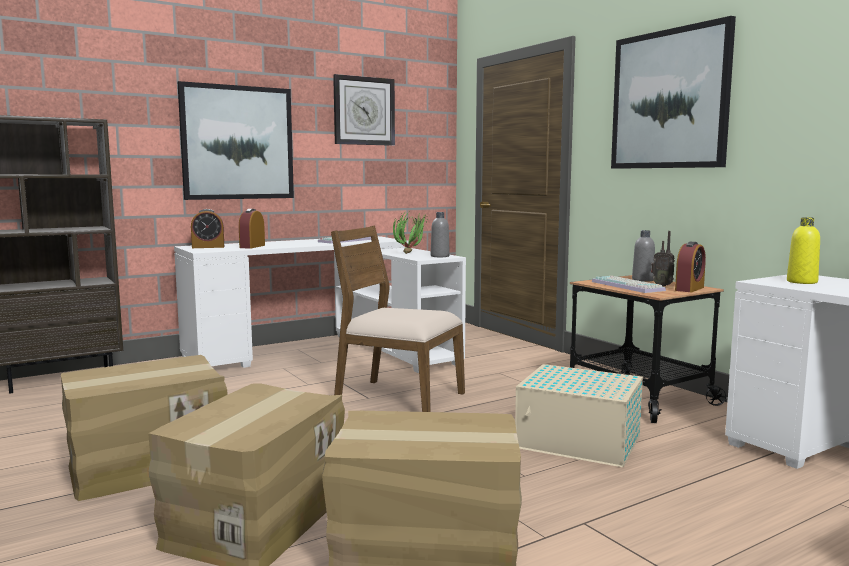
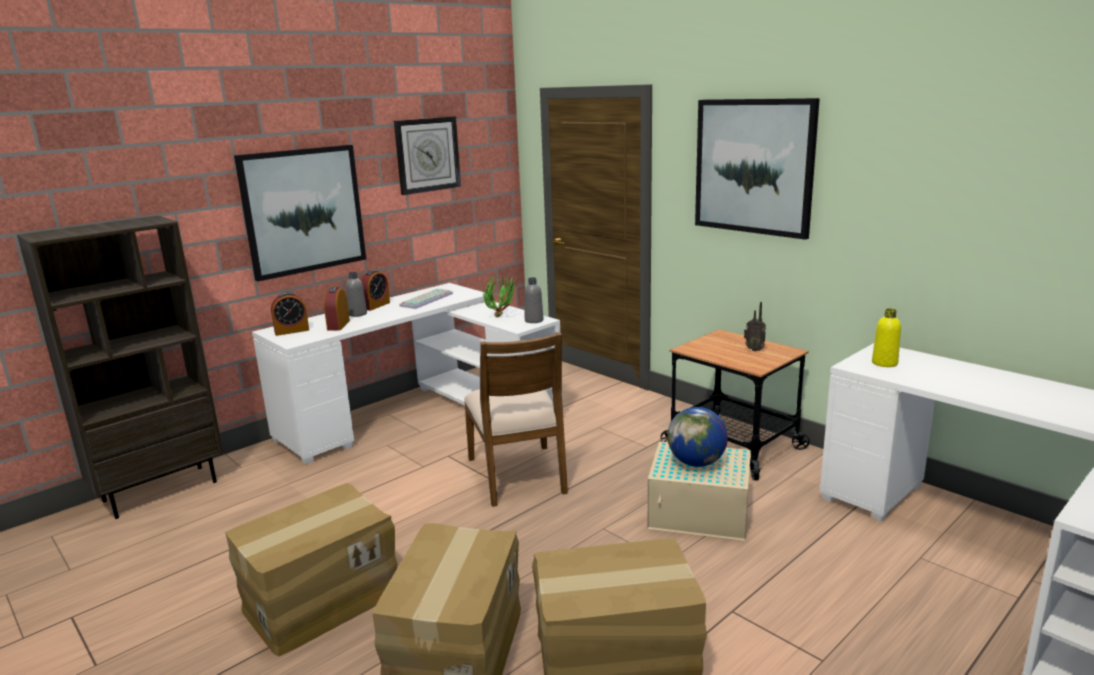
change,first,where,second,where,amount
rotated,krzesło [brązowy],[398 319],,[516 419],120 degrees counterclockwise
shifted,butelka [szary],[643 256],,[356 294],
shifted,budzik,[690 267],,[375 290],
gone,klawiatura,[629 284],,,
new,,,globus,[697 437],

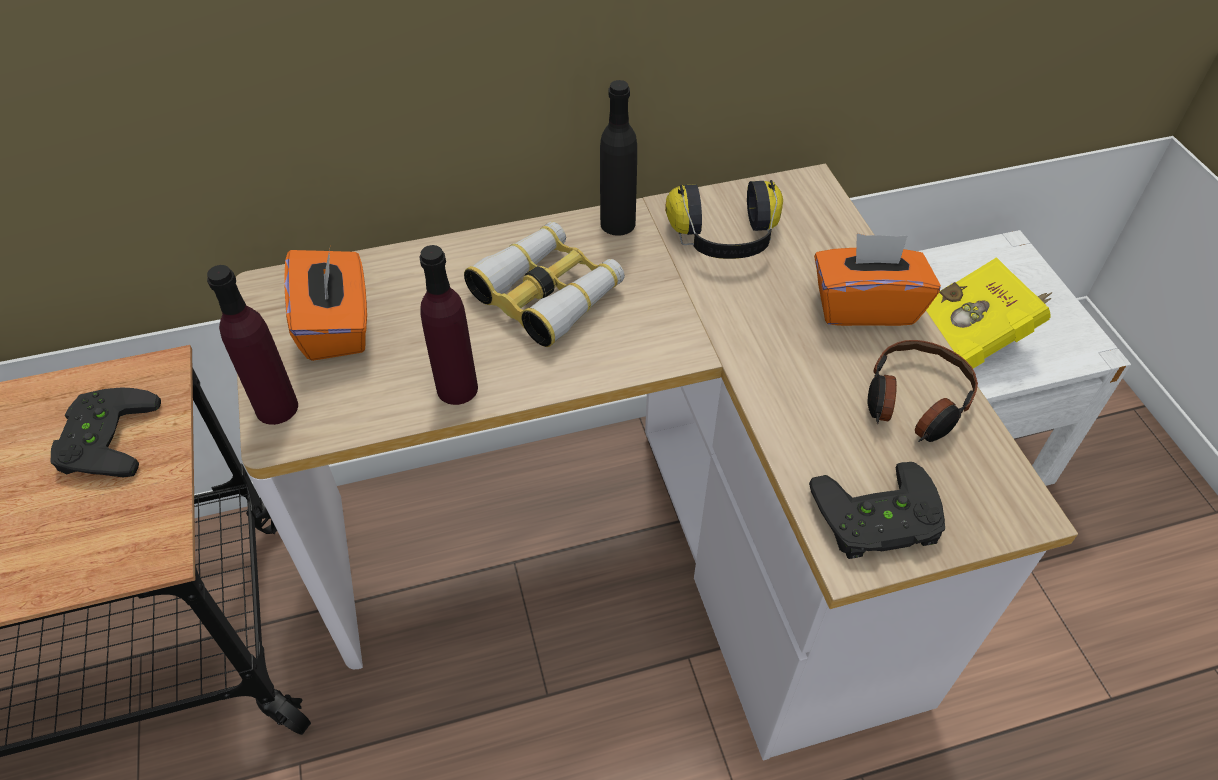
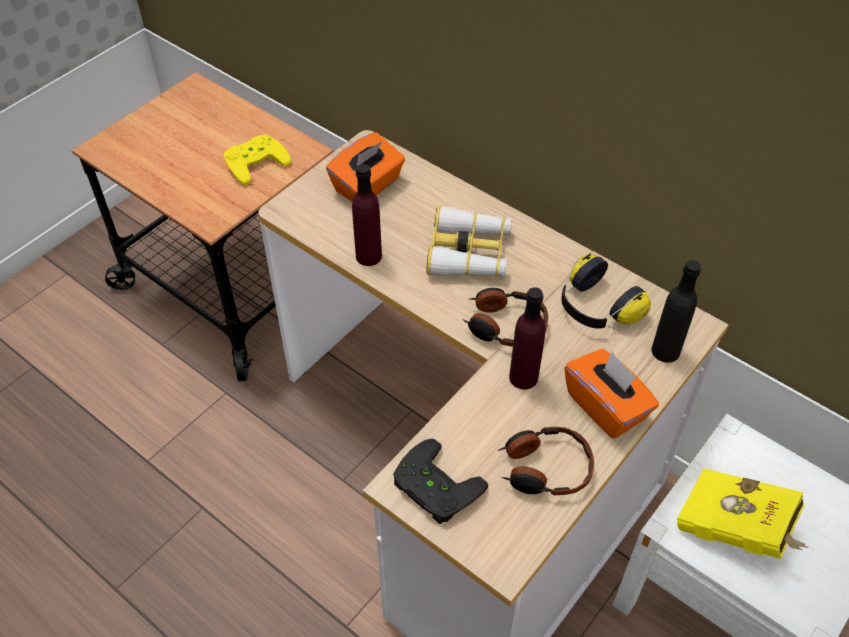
change,first,where,second,where,amount
shifted,butelka [czarny],[618 158],,[676 311],
shifted,butelka [fioletowy],[252 345],,[527 338],
repainted,pad do gier [czarny],[106 432],pad do gier [żółty],[257 159],
new,,,słuchawki,[505 317],

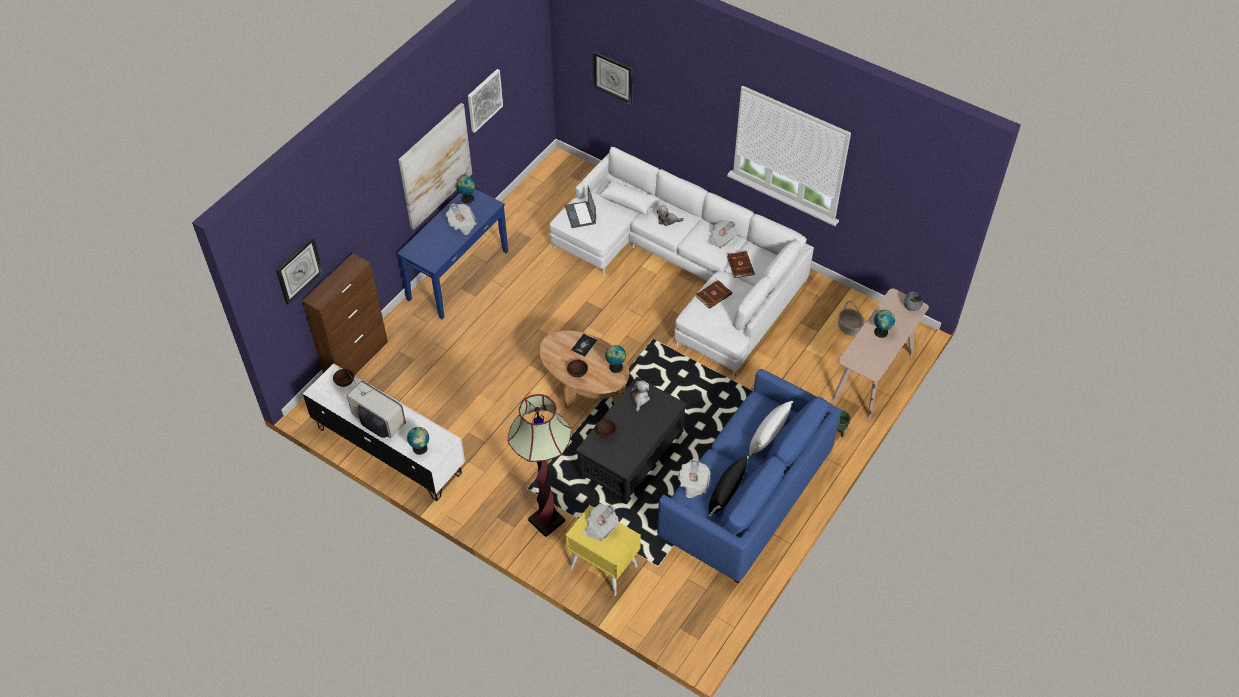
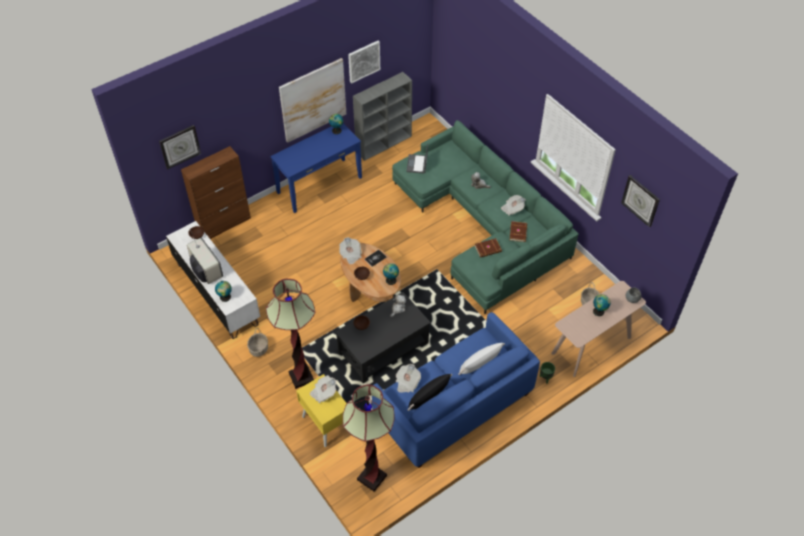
change,first,where,second,where,amount
shifted,zegar ścienny,[613 77],,[640 201],
repainted,kanapa [biały],[682 262],kanapa [zielony],[485 217],
gone,poduszka [biały],[628 197],,,
shifted,gazeta,[461 219],,[350 250],
new,,,regał [szary],[382 116],
new,,,koszyk,[257 342],
new,,,lampa stojąca,[368 438],

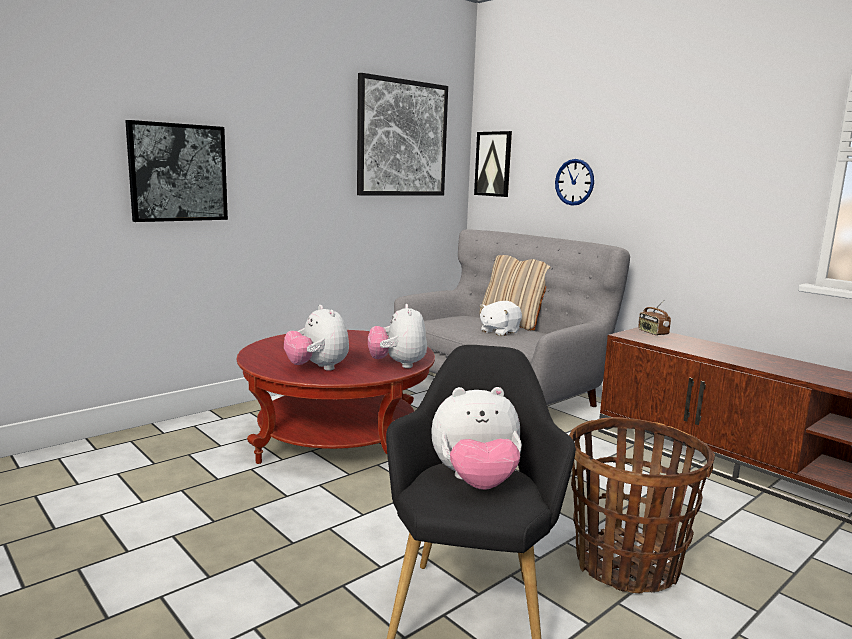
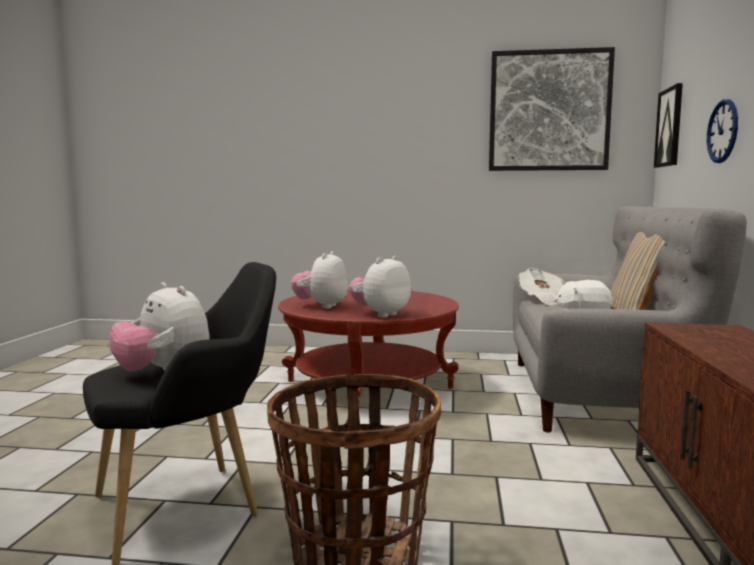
change,first,where,second,where,amount
gone,obraz,[176 171],,,
gone,radio,[654 317],,,
new,,,gazeta,[541 286],

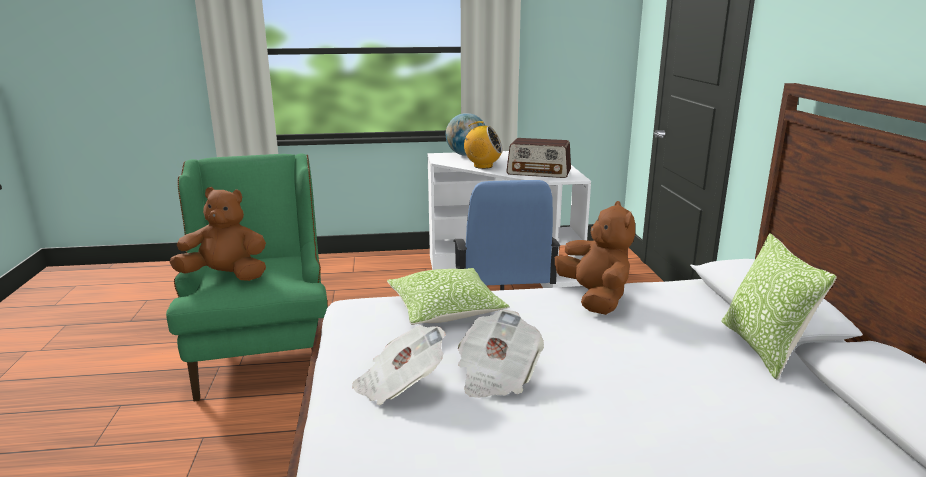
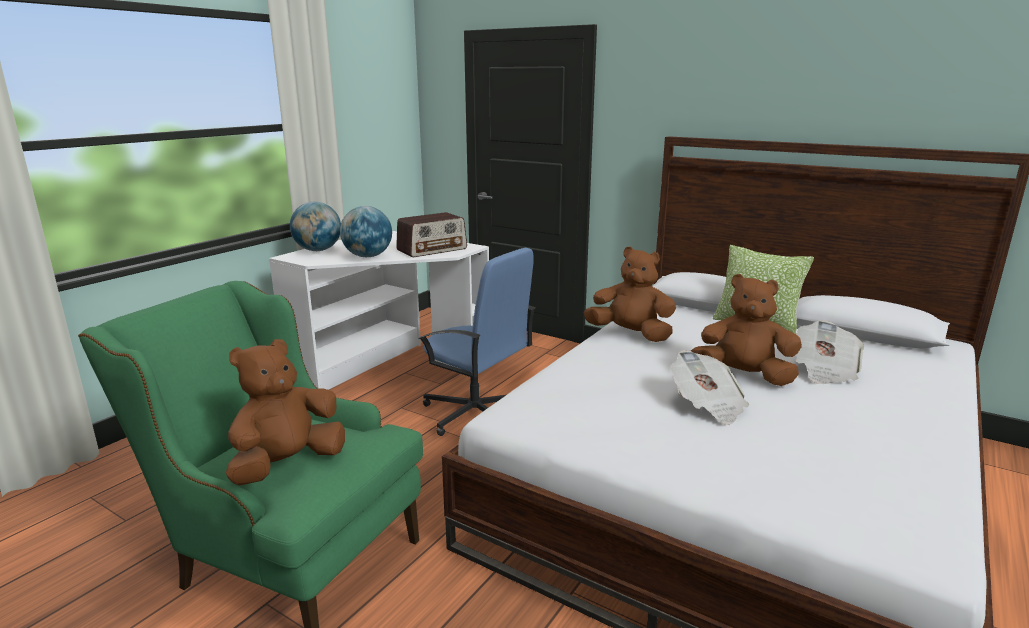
change,first,where,second,where,amount
swapped,radio,[482 145],globus,[366 231],
gone,poduszka,[448 296],,,
shifted,gazeta,[399 365],,[830 352],
new,,,pluszak [brązowy],[746 330],

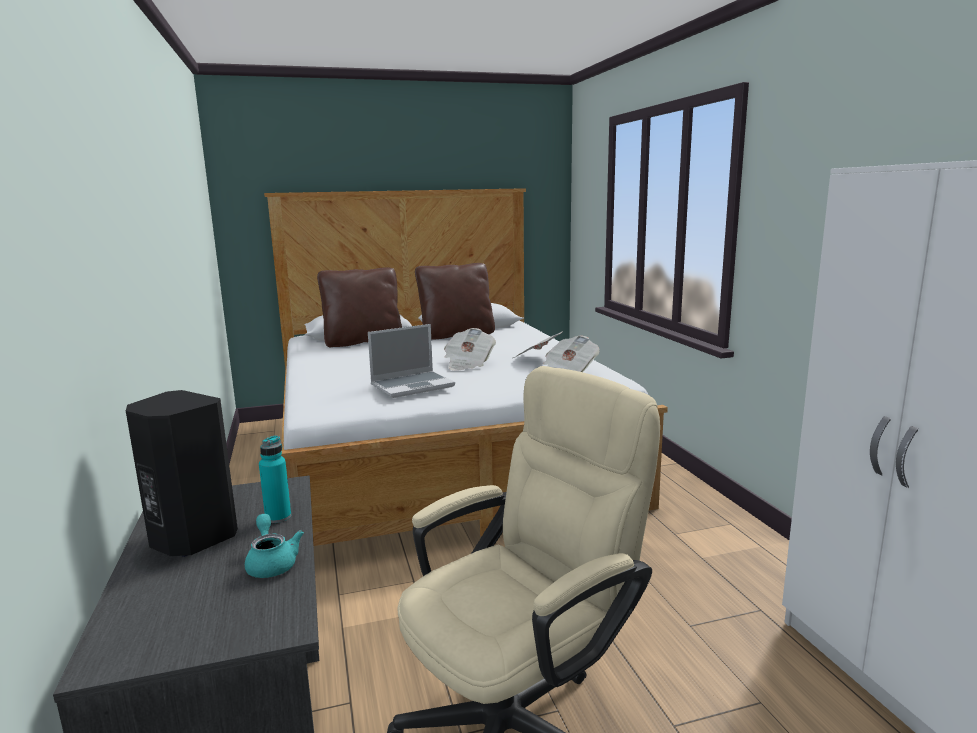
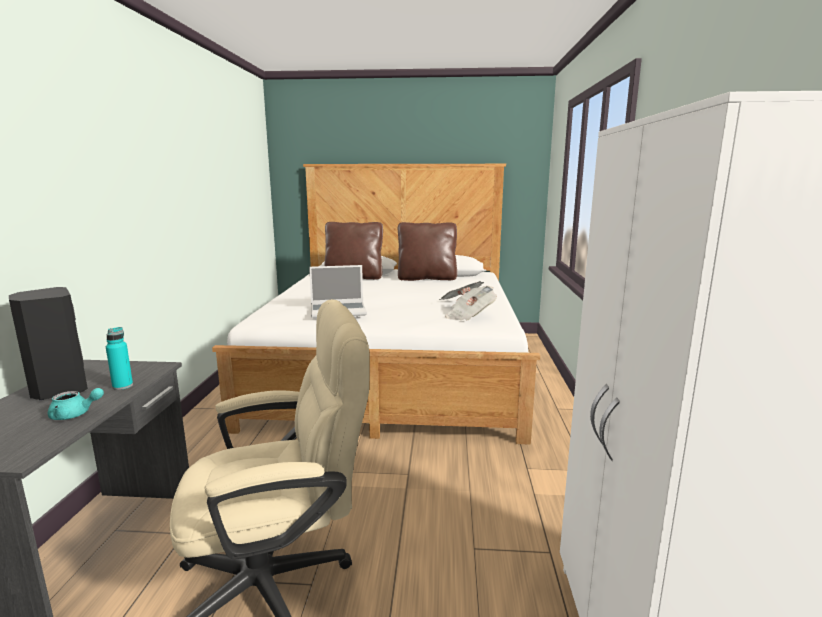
change,first,where,second,where,amount
gone,gazeta,[470 349],,,
rotated,imbryk [turkusowy],[274 546],,[76 404],90 degrees clockwise

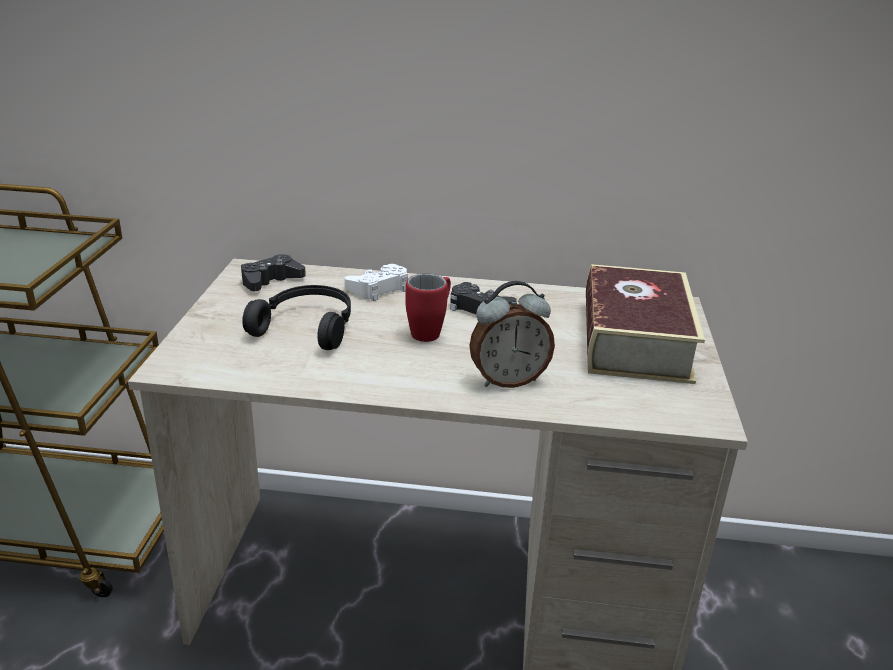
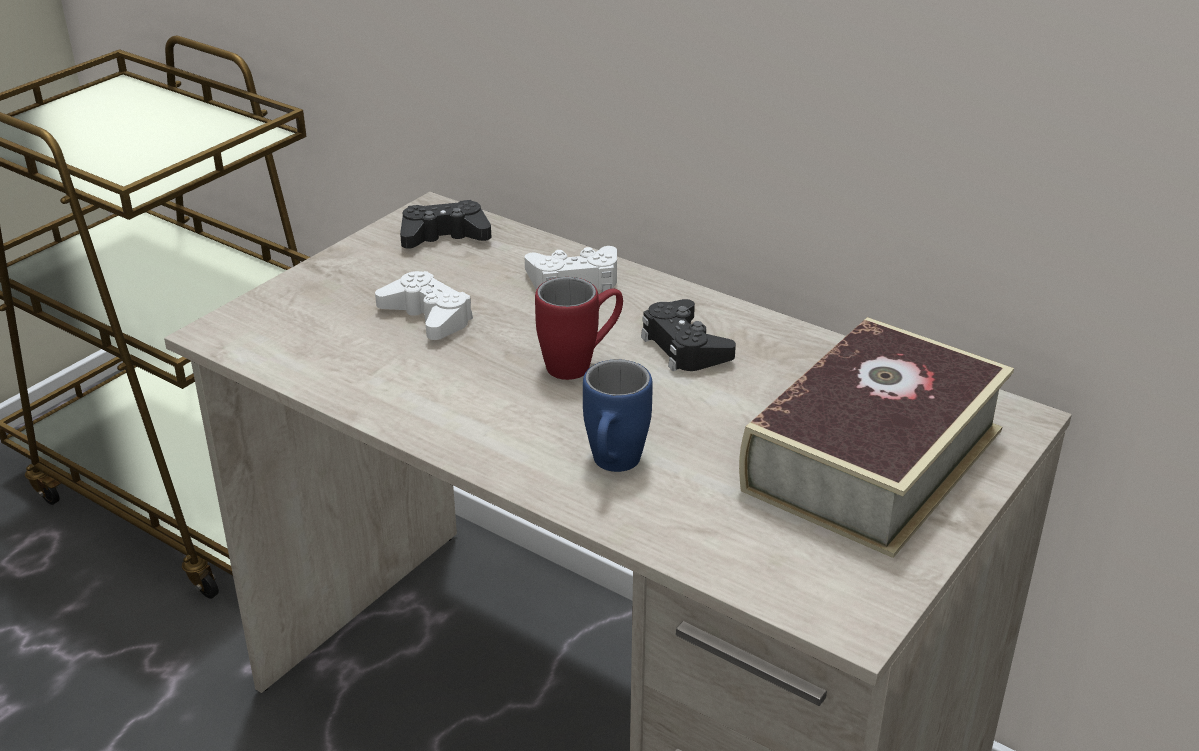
change,first,where,second,where,amount
swapped,budzik,[512 334],kubek [niebieski],[618 415],
swapped,słuchawki [czarny],[296 317],pad do gier [biały],[424 305],

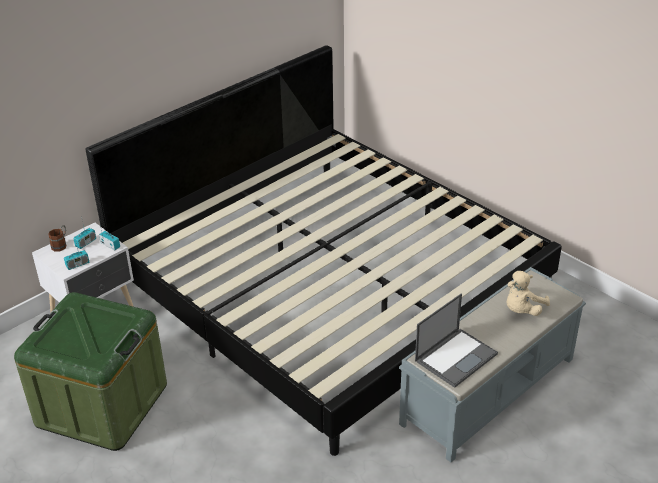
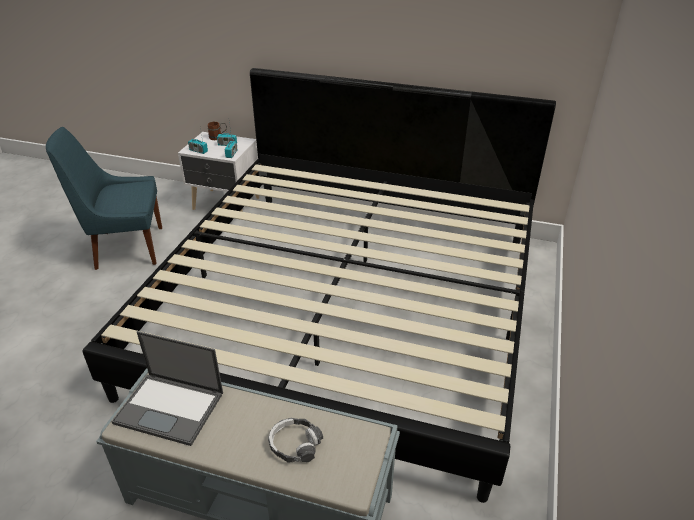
change,first,where,second,where,amount
swapped,pluszak [beżowy],[528 293],słuchawki,[295 440],
swapped,pojemnik do przechowywania [zielony],[90 371],krzesło [niebieski],[104 198],

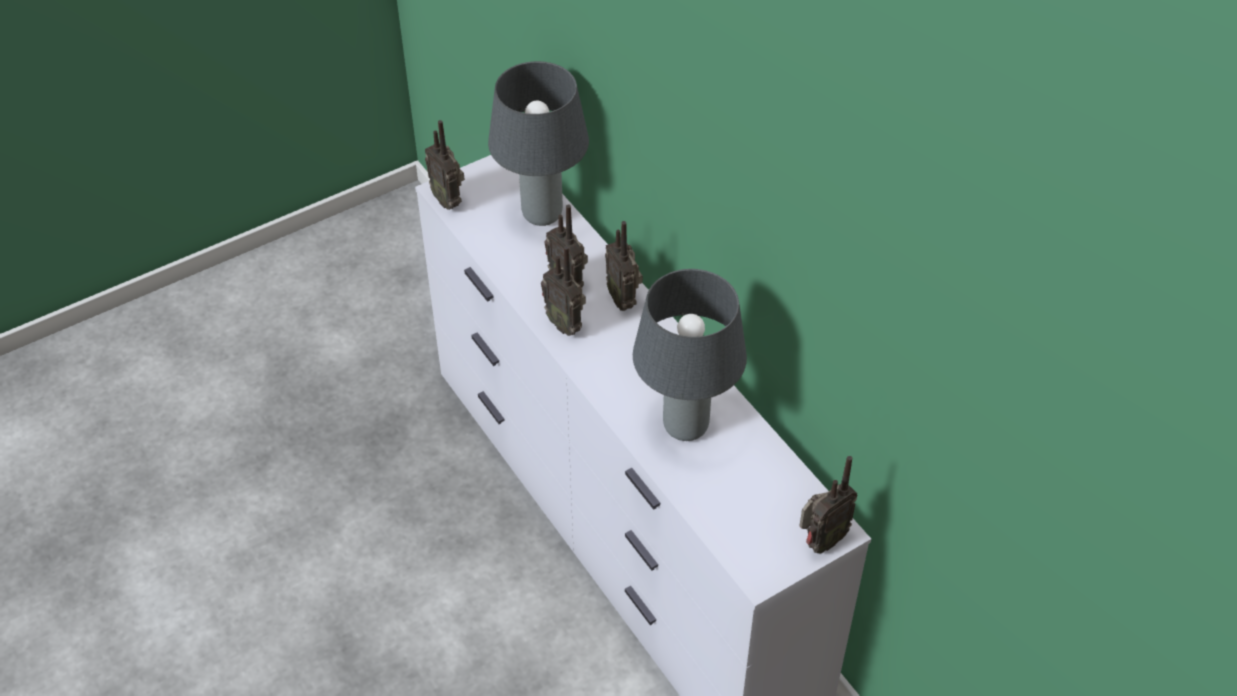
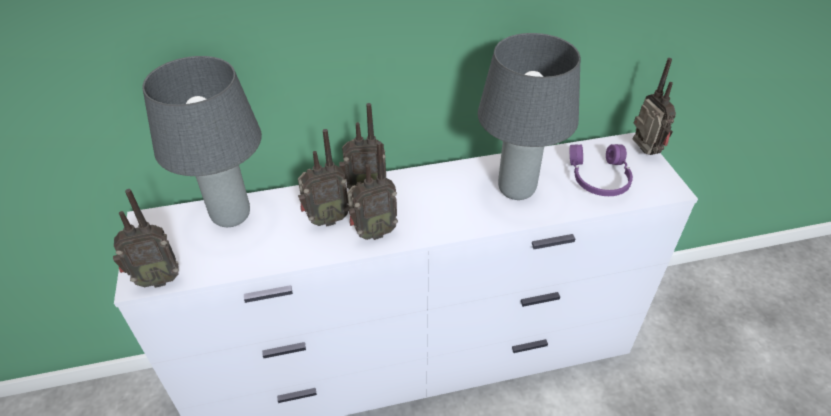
change,first,where,second,where,amount
new,,,słuchawki [fioletowy],[601 170],

